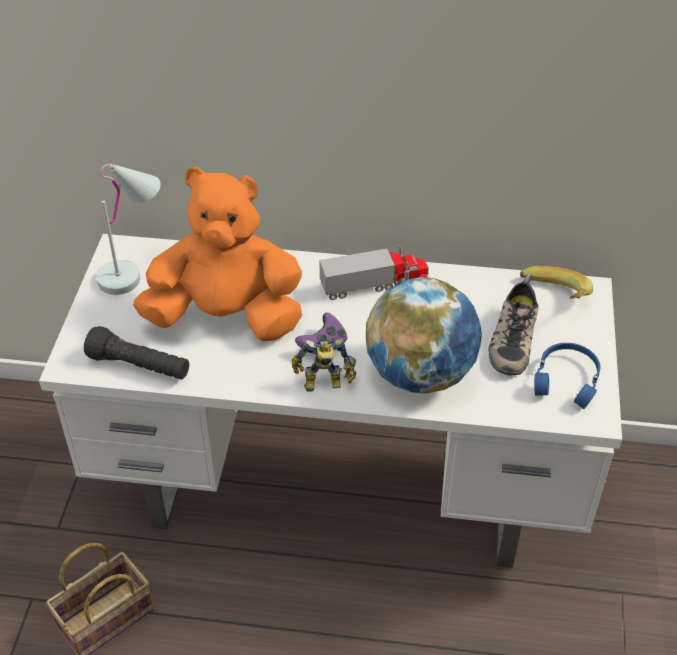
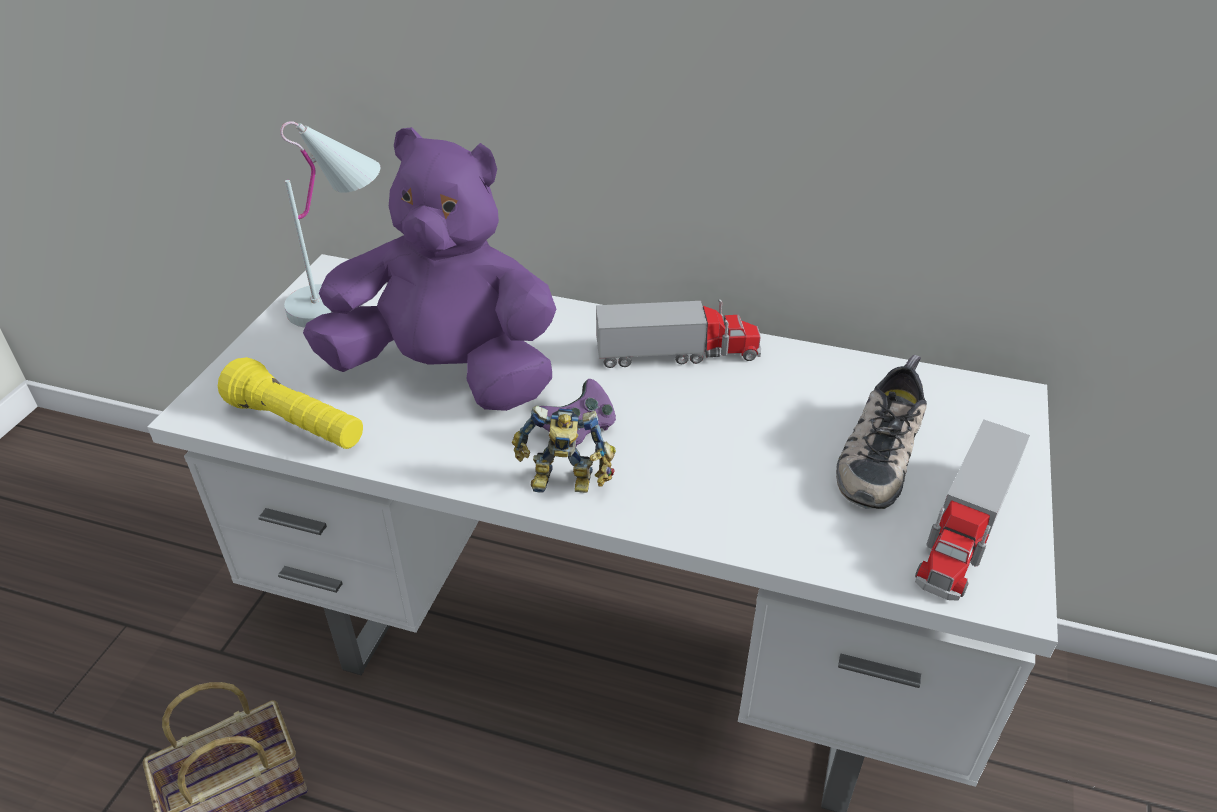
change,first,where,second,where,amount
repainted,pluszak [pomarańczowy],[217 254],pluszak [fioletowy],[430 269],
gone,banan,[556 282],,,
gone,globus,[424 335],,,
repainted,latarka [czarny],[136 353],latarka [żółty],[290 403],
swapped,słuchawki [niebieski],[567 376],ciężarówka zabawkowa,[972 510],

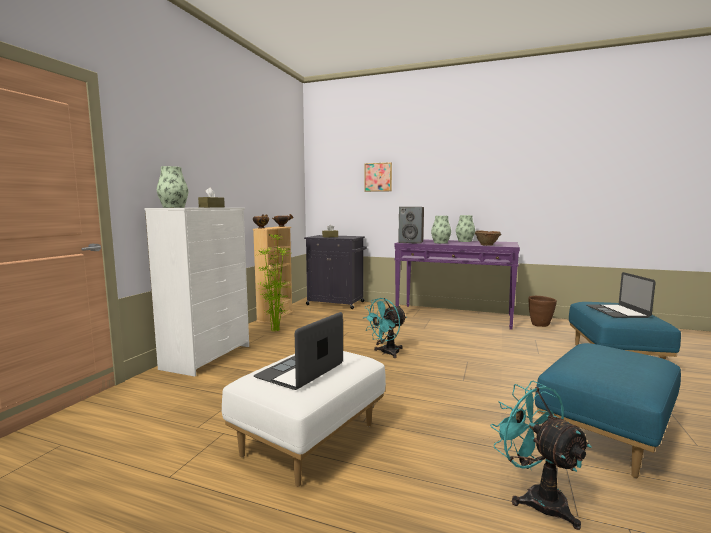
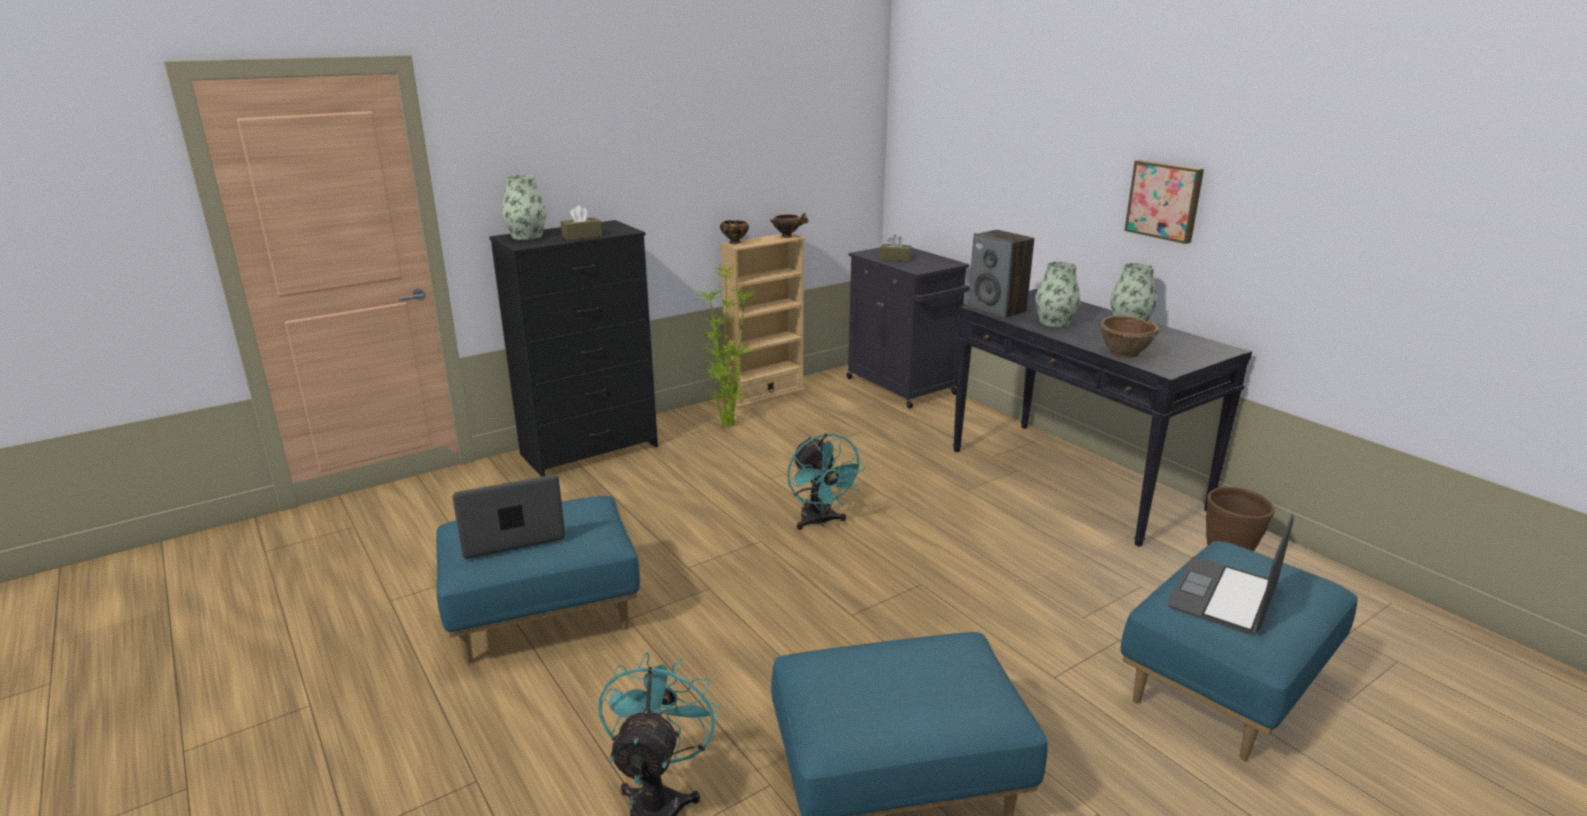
change,first,where,second,where,amount
shifted,obraz,[378 177],,[1164 202],
repainted,komoda [biały],[196 292],komoda [czarny],[573 348],
repainted,stolik konsolowy [fioletowy],[457 284],stolik konsolowy [czarny],[1102 418],
rotated,wentylator [turkusowy],[385 328],,[826 481],105 degrees counterclockwise
repainted,pufa [biały],[304 419],pufa [niebieski],[538 580],

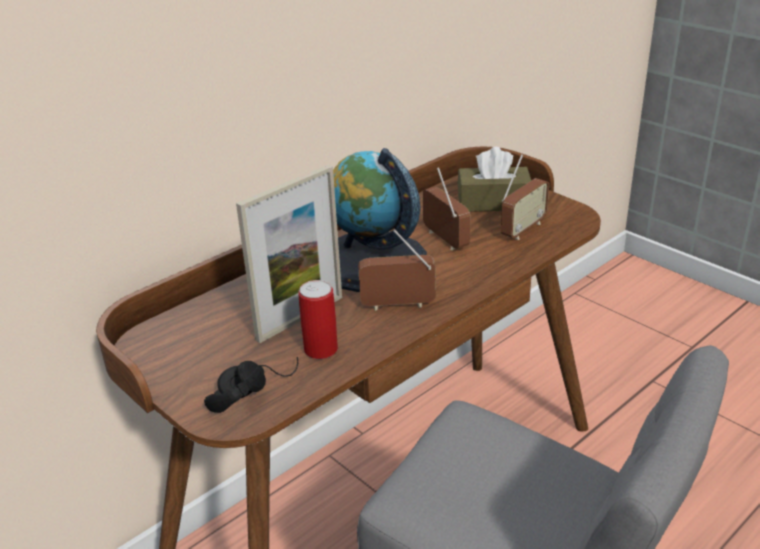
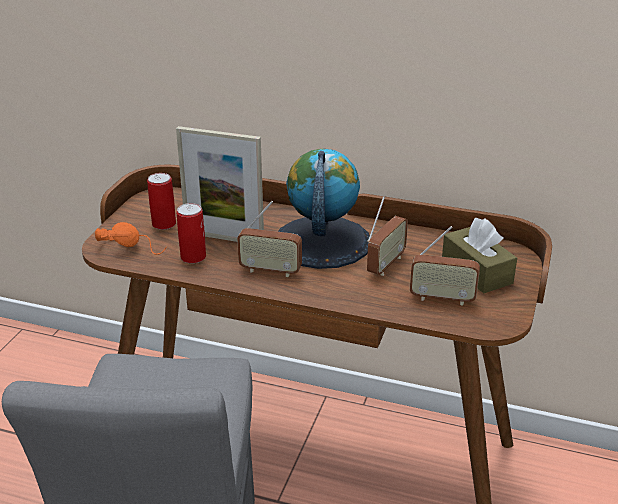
change,first,where,second,where,amount
rotated,radio,[397 270],,[269 239],135 degrees clockwise
repainted,słuchawki [czarny],[251 385],słuchawki [pomarańczowy],[130 238],
new,,,puszka,[161 201],

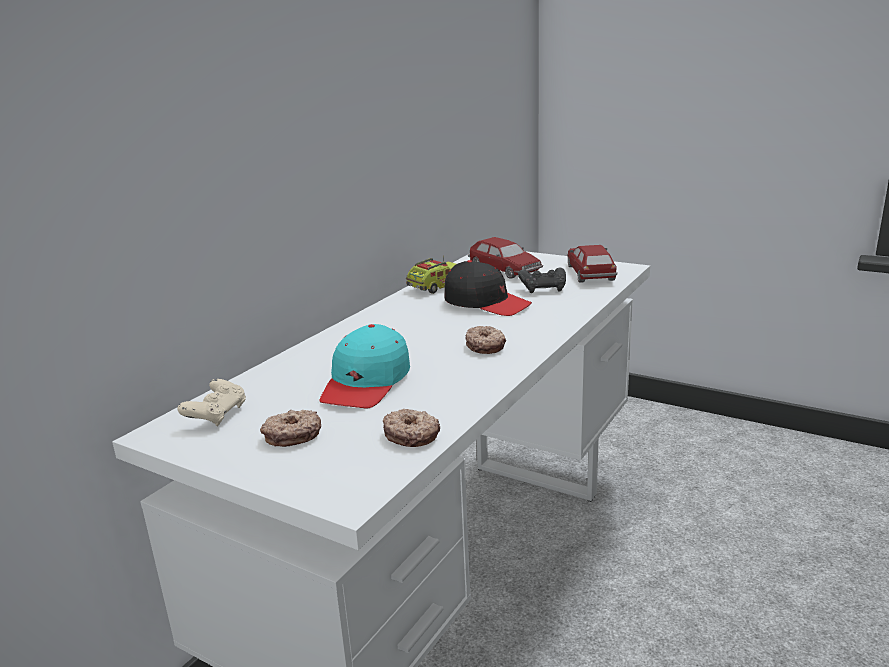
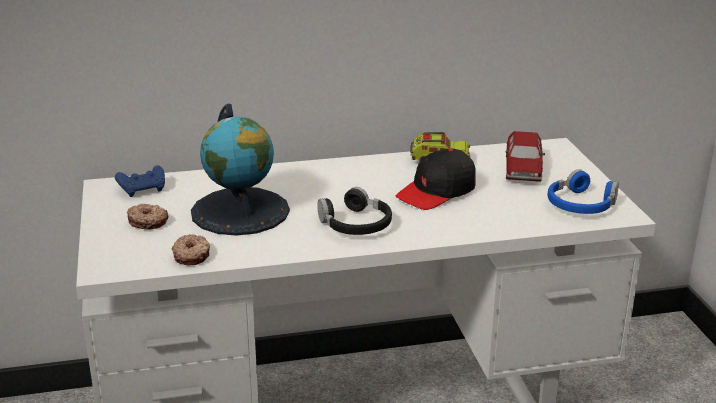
change,first,where,second,where,amount
swapped,samochodzik,[592 264],słuchawki [niebieski],[583 191],
rotated,czapka z daszkiem [czarny],[488 288],,[436 179],60 degrees clockwise
gone,pad do gier [czarny],[542 280],,,
swapped,czapka z daszkiem [turkusowy],[365 366],globus,[240 169],
swapped,donut,[485 340],słuchawki [czarny],[354 211],
repainted,pad do gier [beżowy],[212 403],pad do gier [niebieski],[140 181],

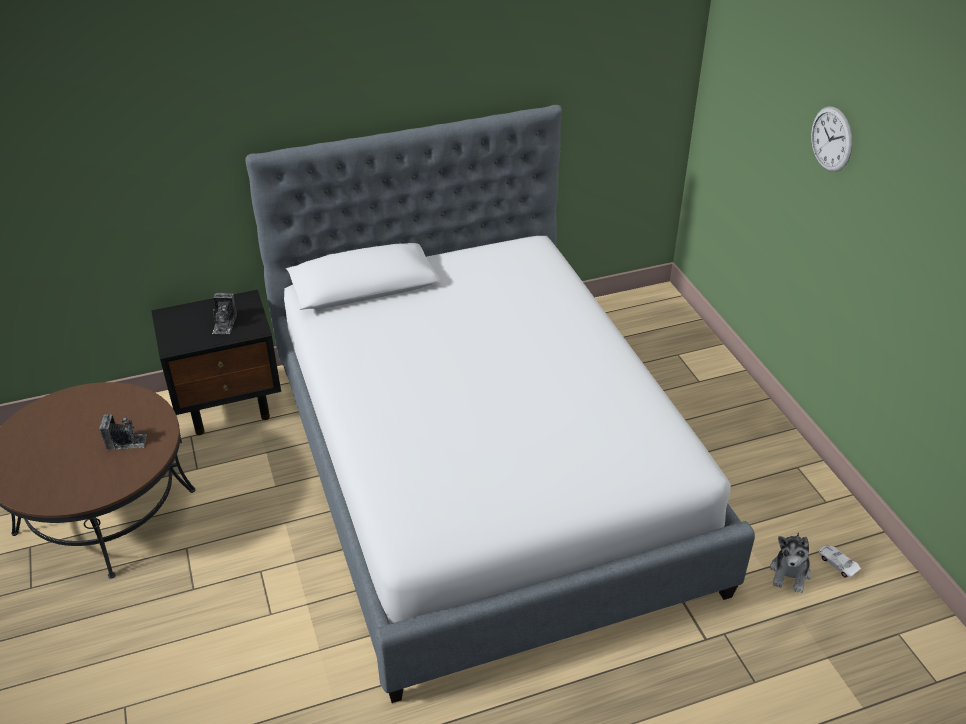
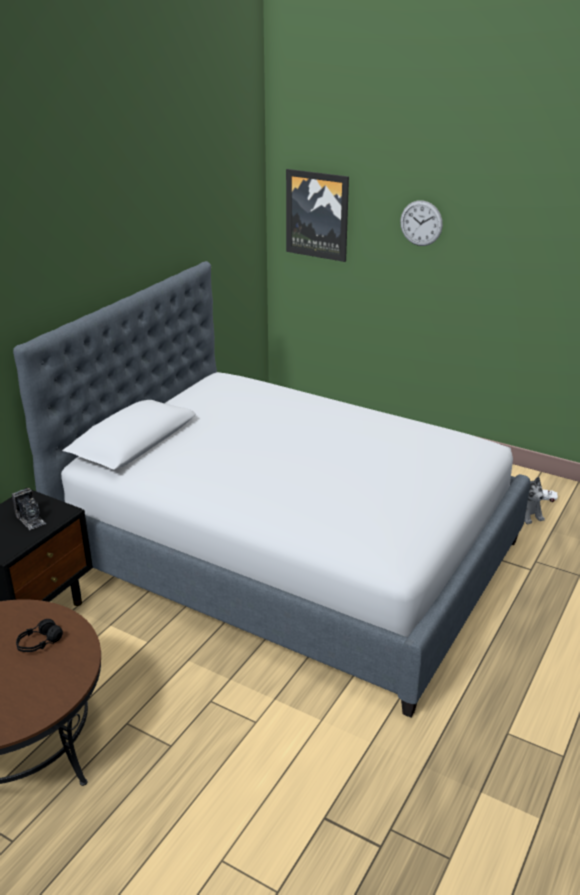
change,first,where,second,where,amount
swapped,aparat fotograficzny,[123 432],słuchawki [czarny],[39 635],
new,,,obraz,[317 215],

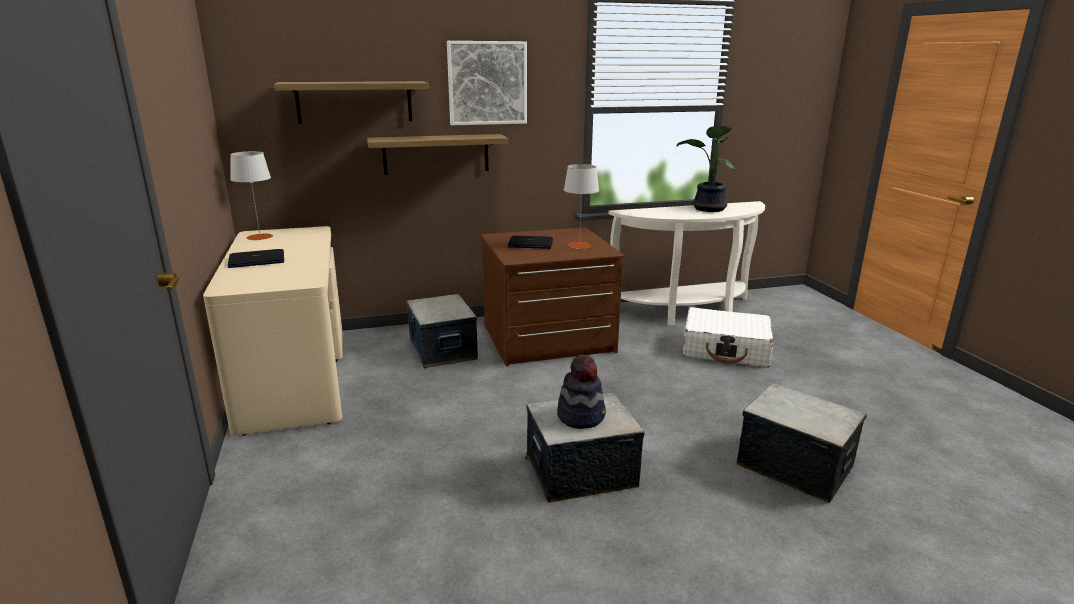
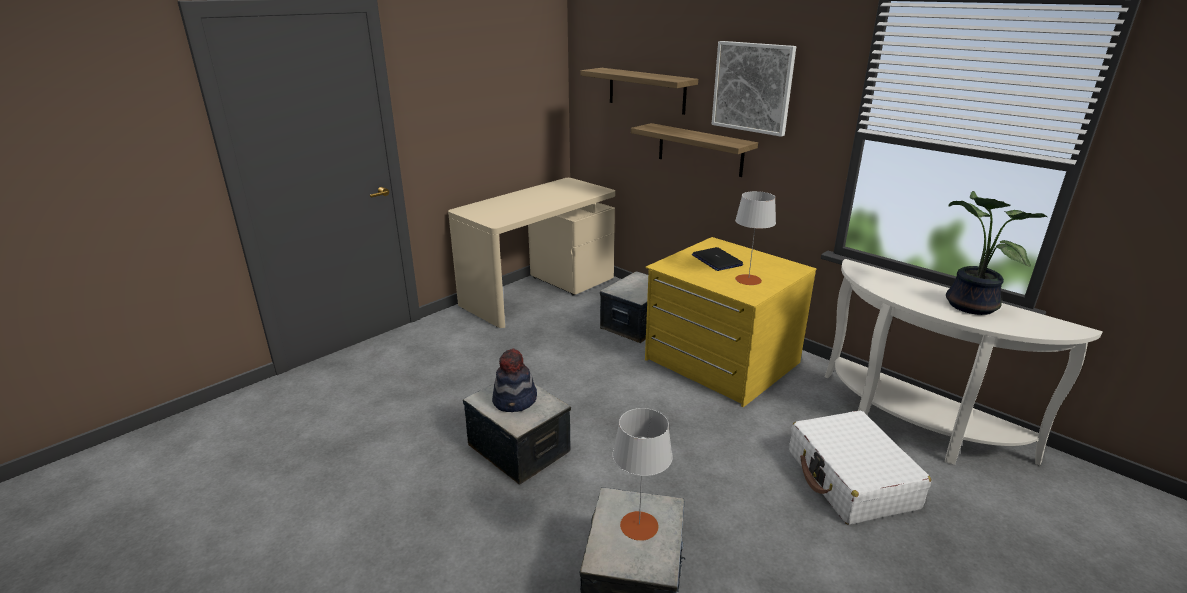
change,first,where,second,where,amount
shifted,lampa stołowa [szary],[251 195],,[643 474],
repainted,komoda [brązowy],[553 296],komoda [żółty],[730 322],
gone,laptop,[256 258],,,

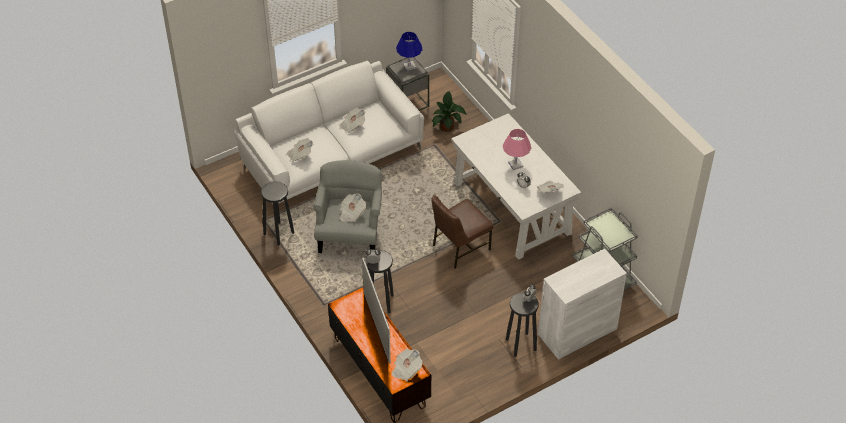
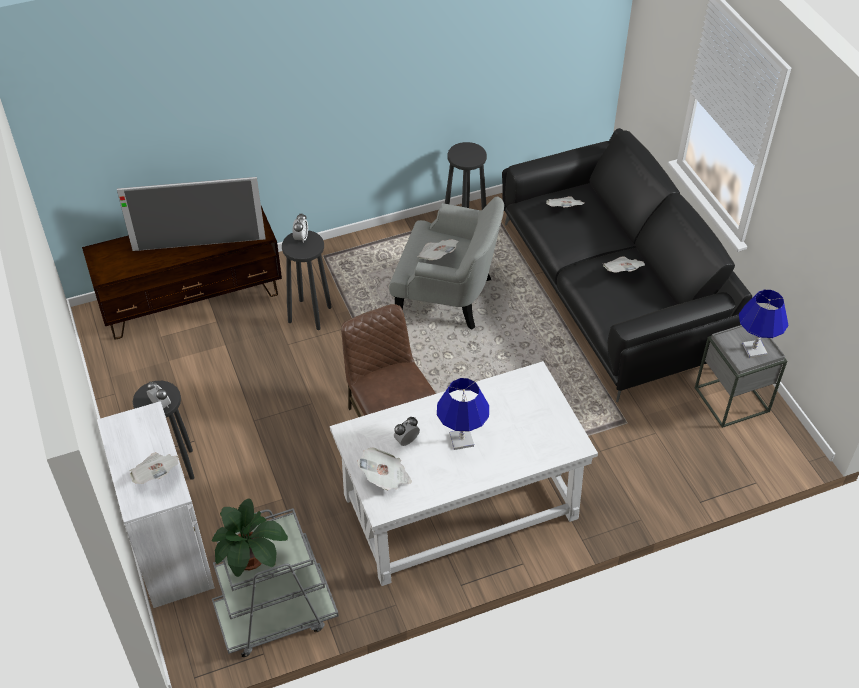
change,first,where,second,where,amount
repainted,kanapa [biały],[329 132],kanapa [czarny],[627 265],
shifted,roślina doniczkowa,[449 111],,[250 537],
repainted,lampa stołowa [różowy],[517 149],lampa stołowa [niebieski],[463 414],
shifted,gazeta,[407 365],,[154 468],

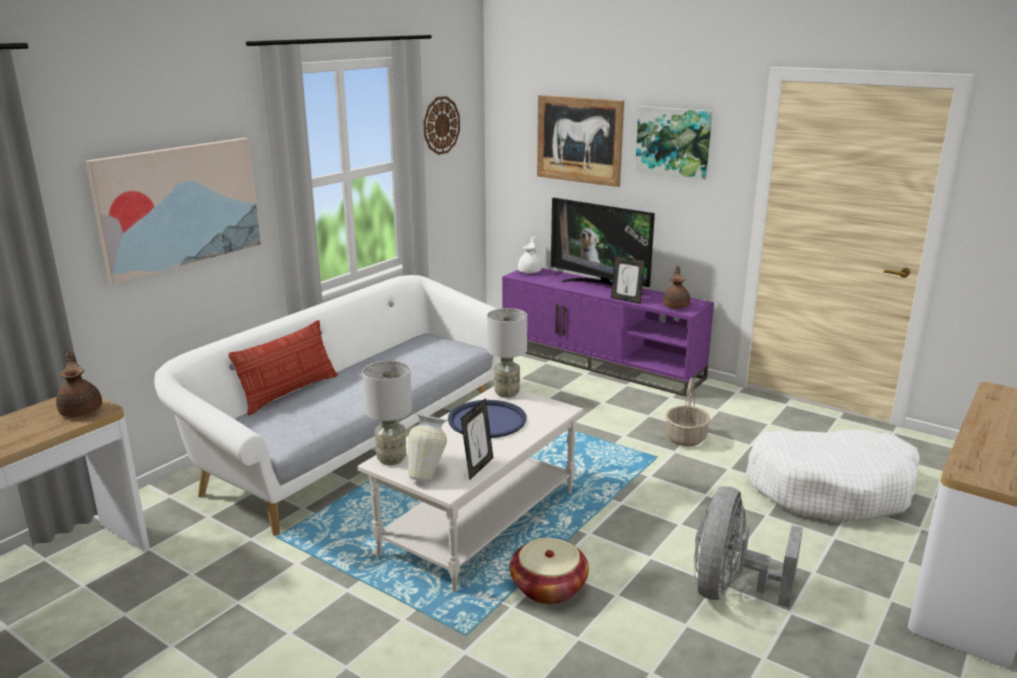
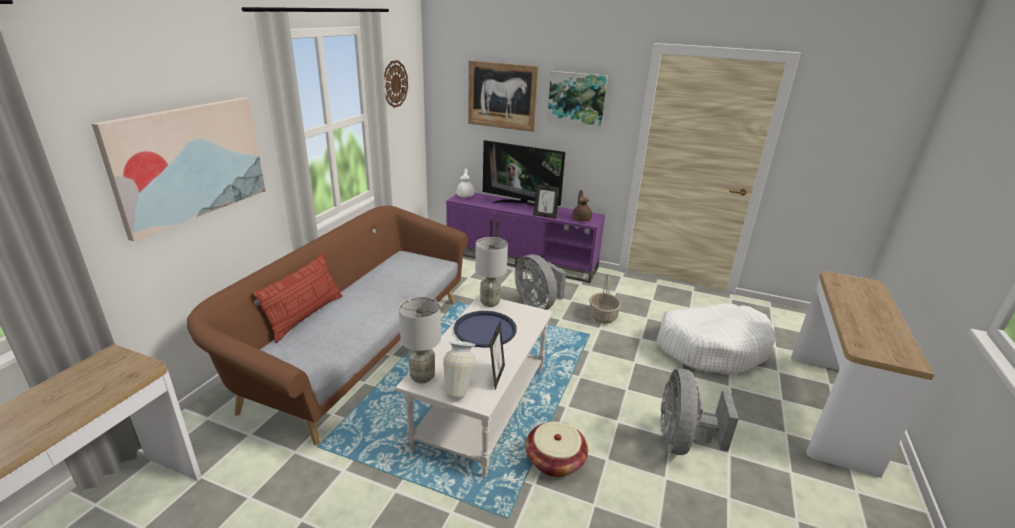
change,first,where,second,where,amount
repainted,kanapa [biały],[327 405],kanapa [brązowy],[327 325],
gone,imbryk [brązowy],[79 383],,,
new,,,wentylator [szary],[540 282],

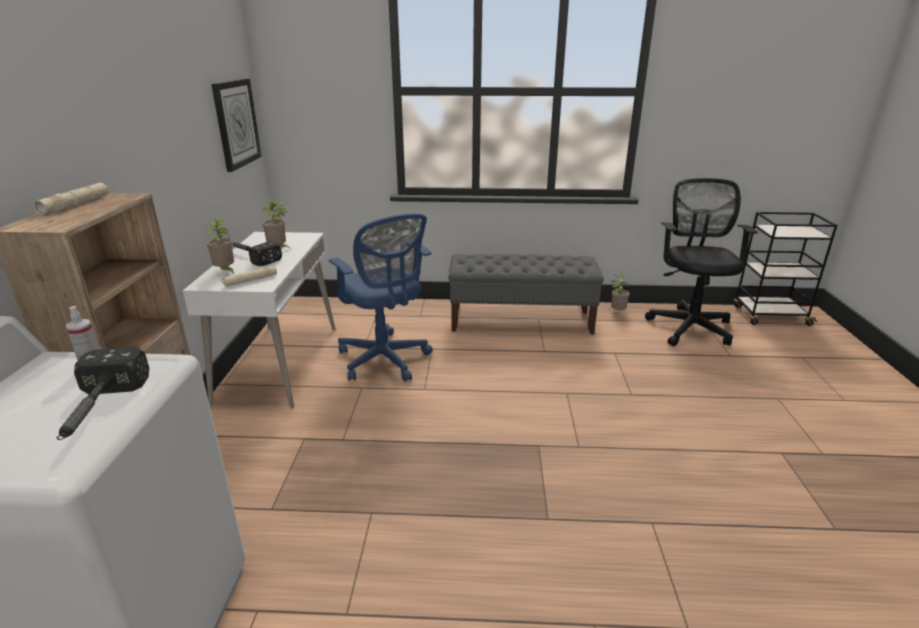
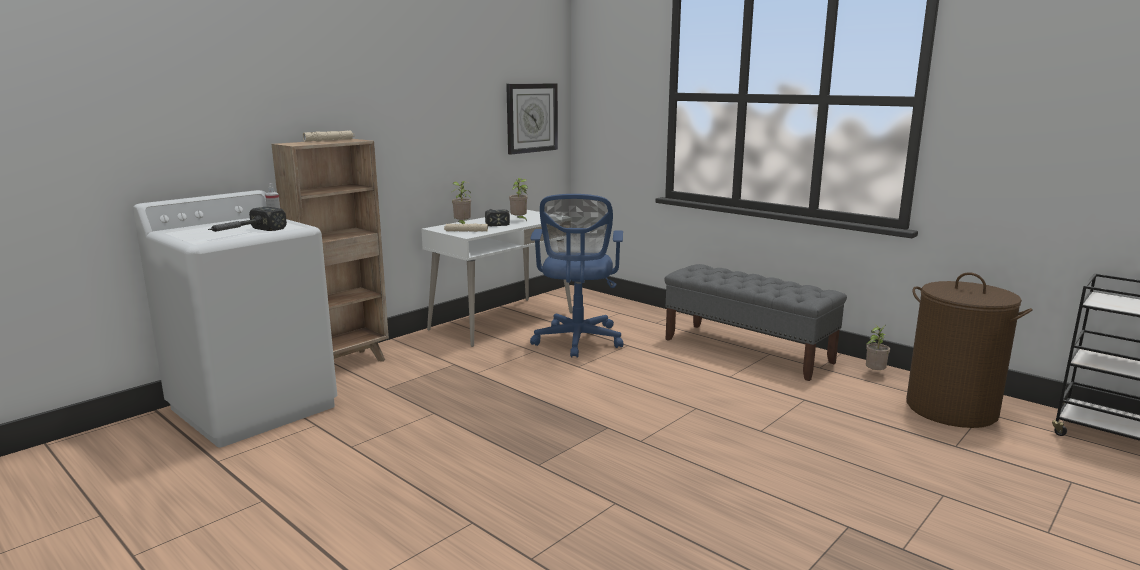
change,first,where,second,where,amount
swapped,krzesło biurowe [czarny],[701 262],kosz na pranie [brązowy],[969 350],

